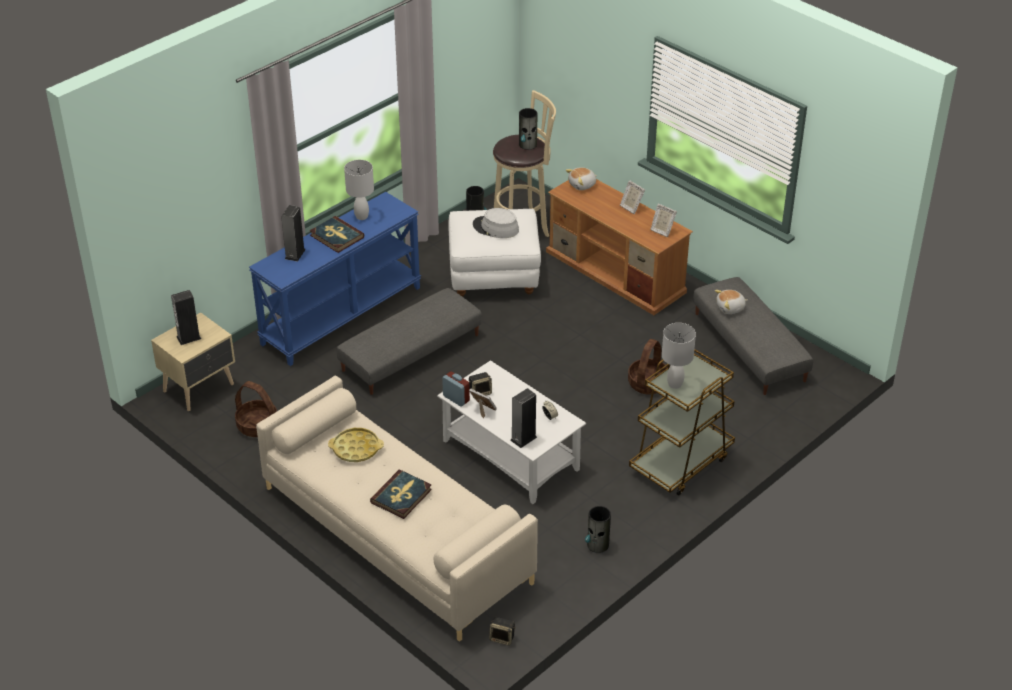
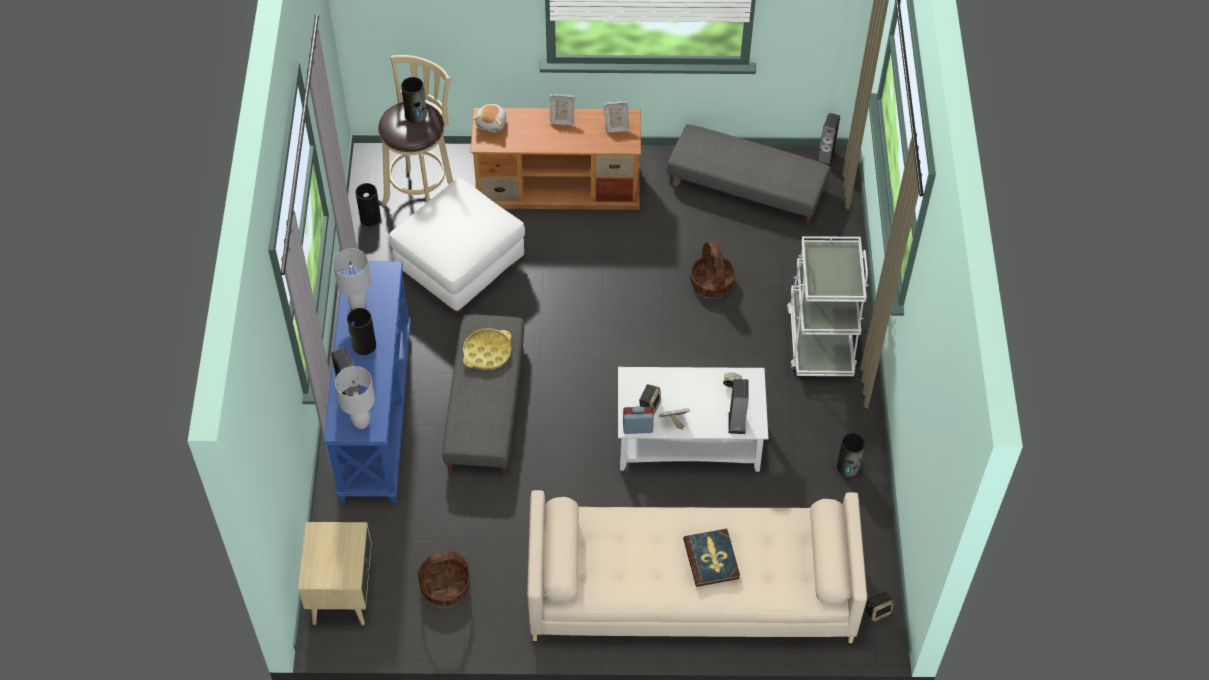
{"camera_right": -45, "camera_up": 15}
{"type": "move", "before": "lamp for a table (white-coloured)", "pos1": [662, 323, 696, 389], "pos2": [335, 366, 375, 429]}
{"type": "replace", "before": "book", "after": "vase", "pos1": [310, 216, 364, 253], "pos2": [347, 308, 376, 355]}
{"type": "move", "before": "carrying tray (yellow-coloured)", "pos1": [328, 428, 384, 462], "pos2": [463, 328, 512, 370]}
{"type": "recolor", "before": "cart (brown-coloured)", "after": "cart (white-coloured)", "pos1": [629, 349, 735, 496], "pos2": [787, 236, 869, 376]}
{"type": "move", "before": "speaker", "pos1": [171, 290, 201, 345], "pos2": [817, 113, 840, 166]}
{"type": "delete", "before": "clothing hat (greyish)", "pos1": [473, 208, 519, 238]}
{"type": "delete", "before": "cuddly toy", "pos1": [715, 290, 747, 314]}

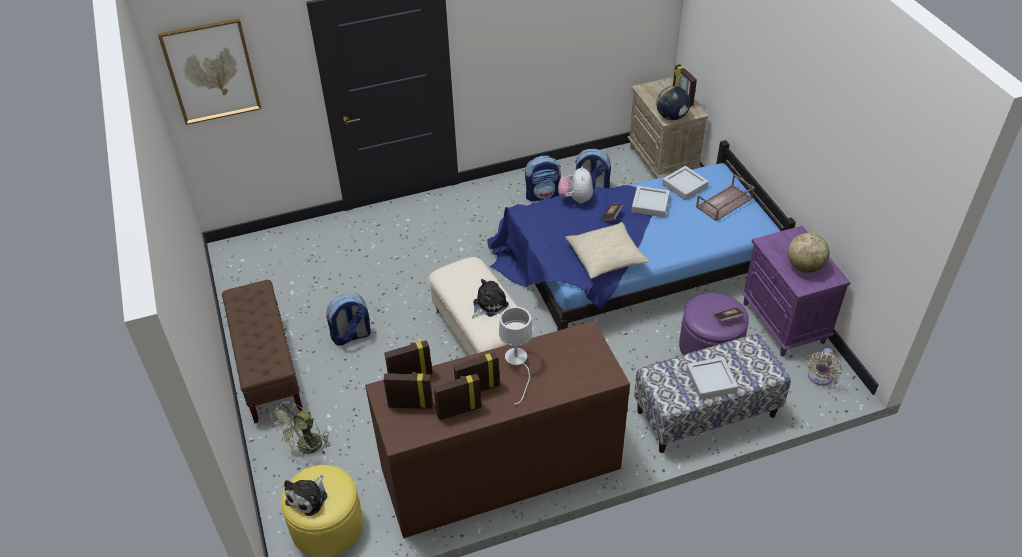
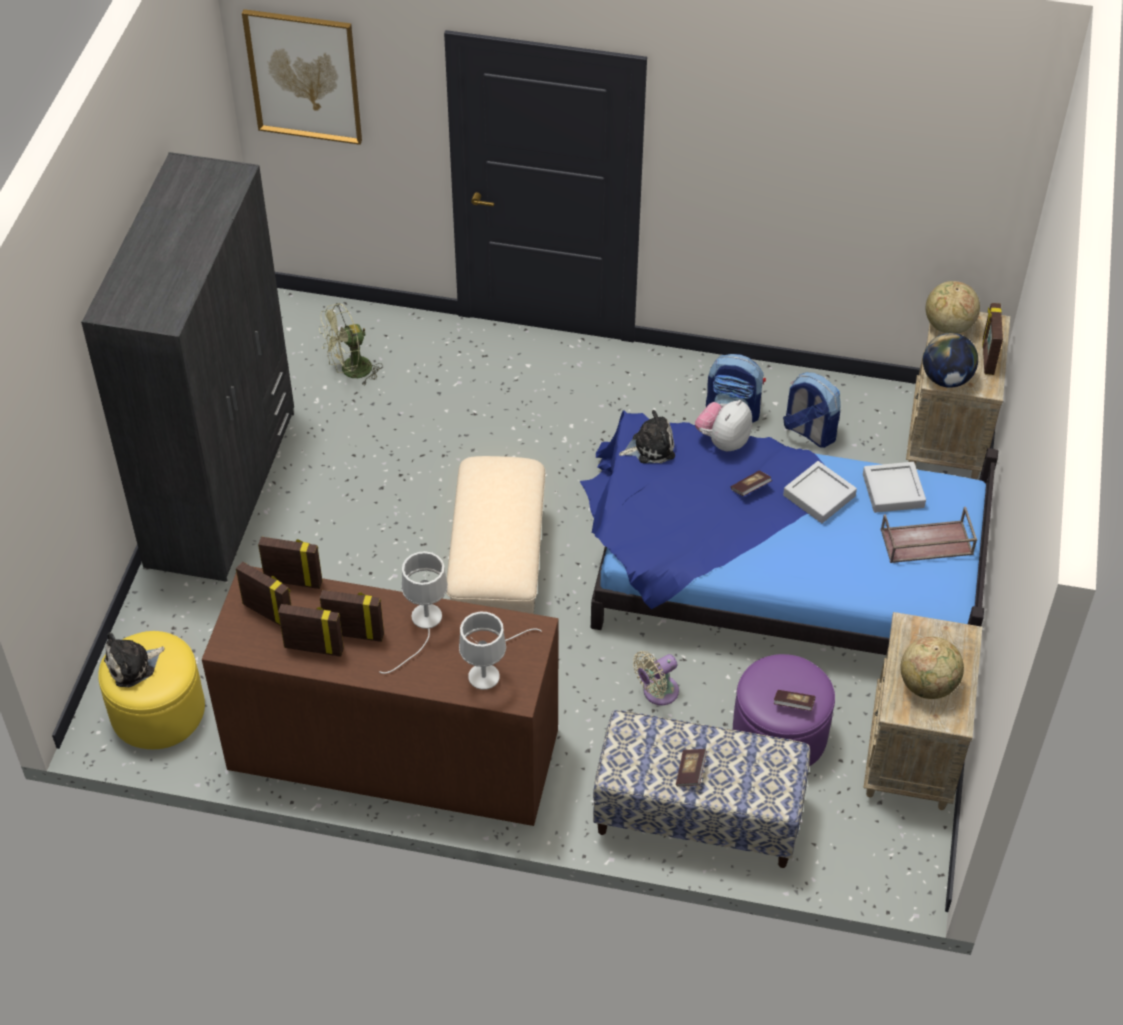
{"camera_right": 30, "camera_up": 5}
{"type": "replace", "before": "long seat (brown-coloured)", "after": "armoire (greyish)", "pos1": [222, 280, 303, 423], "pos2": [81, 152, 294, 582]}
{"type": "move", "before": "fan (green)", "pos1": [270, 402, 330, 455], "pos2": [319, 303, 383, 386]}
{"type": "insert", "after": "lamp for a table (white-coloured)", "pos2": [459, 612, 542, 690]}
{"type": "move", "before": "cuddly toy", "pos1": [472, 279, 509, 319], "pos2": [619, 410, 675, 463]}
{"type": "move", "before": "fan (sand-coloured)", "pos1": [807, 348, 841, 386], "pos2": [633, 651, 679, 705]}
{"type": "replace", "before": "carrying tray (greyish)", "after": "book", "pos1": [686, 357, 738, 399], "pos2": [676, 749, 707, 787]}
{"type": "recolor", "before": "nightstand (purple)", "after": "nightstand (sand-coloured)", "pos1": [741, 226, 851, 356], "pos2": [864, 612, 982, 810]}
{"type": "insert", "after": "desk globe", "pos2": [926, 281, 980, 334]}
{"type": "delete", "before": "rucksack", "pos1": [326, 293, 371, 346]}
{"type": "delete", "before": "pillow (sand-coloured)", "pos1": [565, 222, 649, 279]}

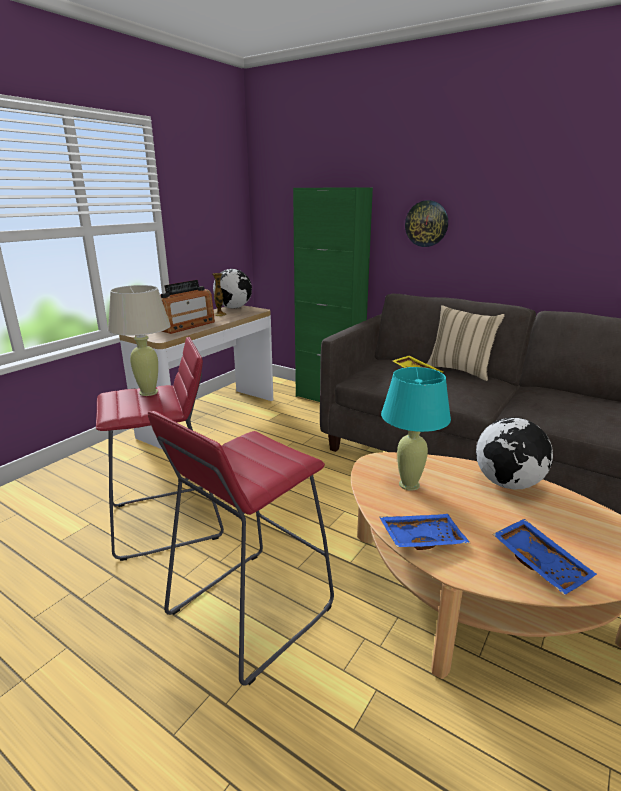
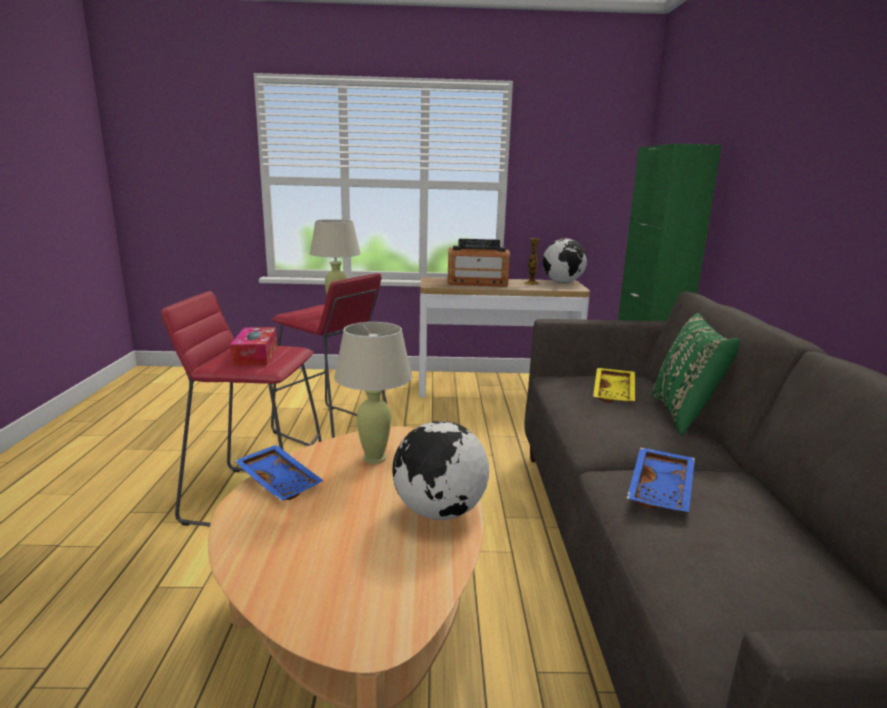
{"camera_right": 55, "camera_up": -5}
{"type": "insert", "after": "tissue holder", "pos2": [230, 327, 277, 366]}
{"type": "recolor", "before": "lamp for a table (blue-green)", "after": "lamp for a table (sand-coloured)", "pos1": [381, 367, 451, 491], "pos2": [334, 322, 412, 464]}
{"type": "move", "before": "carrying tray (blue-coloured)", "pos1": [493, 519, 597, 595], "pos2": [627, 447, 695, 512]}
{"type": "recolor", "before": "pillow (sand-coloured)", "after": "pillow (green)", "pos1": [427, 305, 505, 381], "pos2": [651, 313, 740, 436]}
{"type": "delete", "before": "hanging clock", "pos1": [405, 200, 448, 247]}

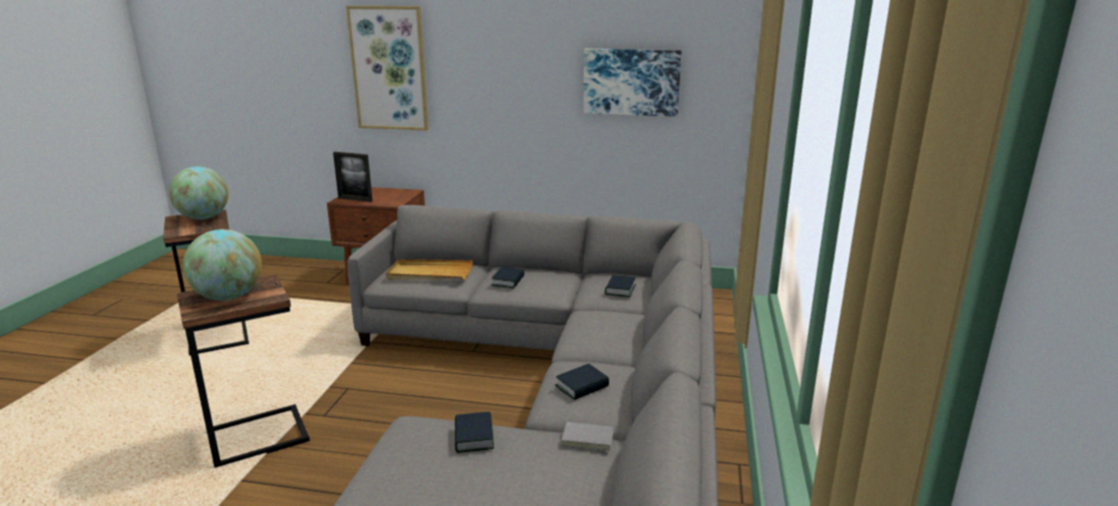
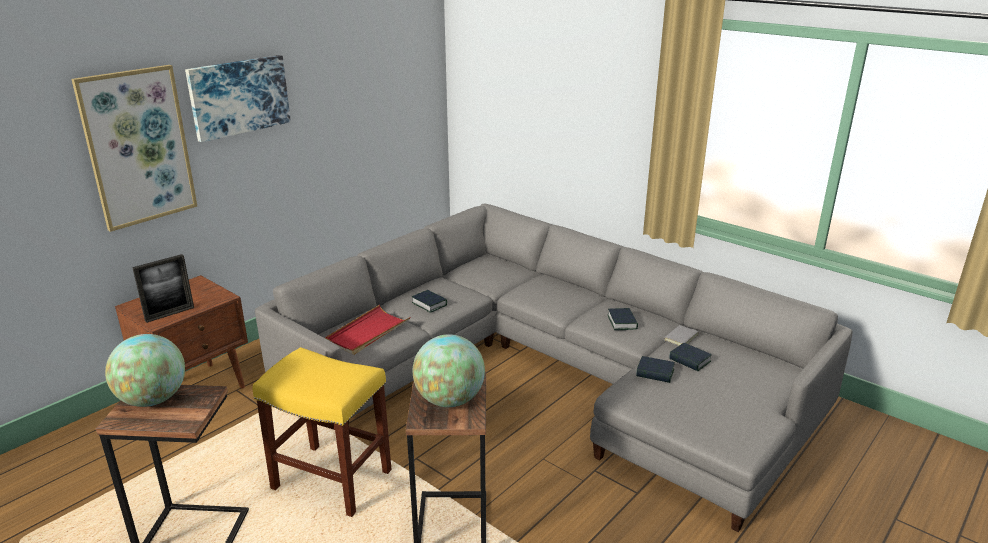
{"camera_right": -60, "camera_up": 5}
{"type": "move", "before": "picture", "pos1": [583, 49, 682, 117], "pos2": [185, 55, 291, 142]}
{"type": "insert", "after": "stool seat (yellow-coloured)", "pos2": [253, 347, 392, 517]}
{"type": "recolor", "before": "carrying tray (sand-coloured)", "after": "carrying tray (red-coloured)", "pos1": [386, 259, 473, 280], "pos2": [325, 305, 410, 355]}
{"type": "move", "before": "book", "pos1": [605, 275, 636, 297], "pos2": [669, 343, 712, 371]}

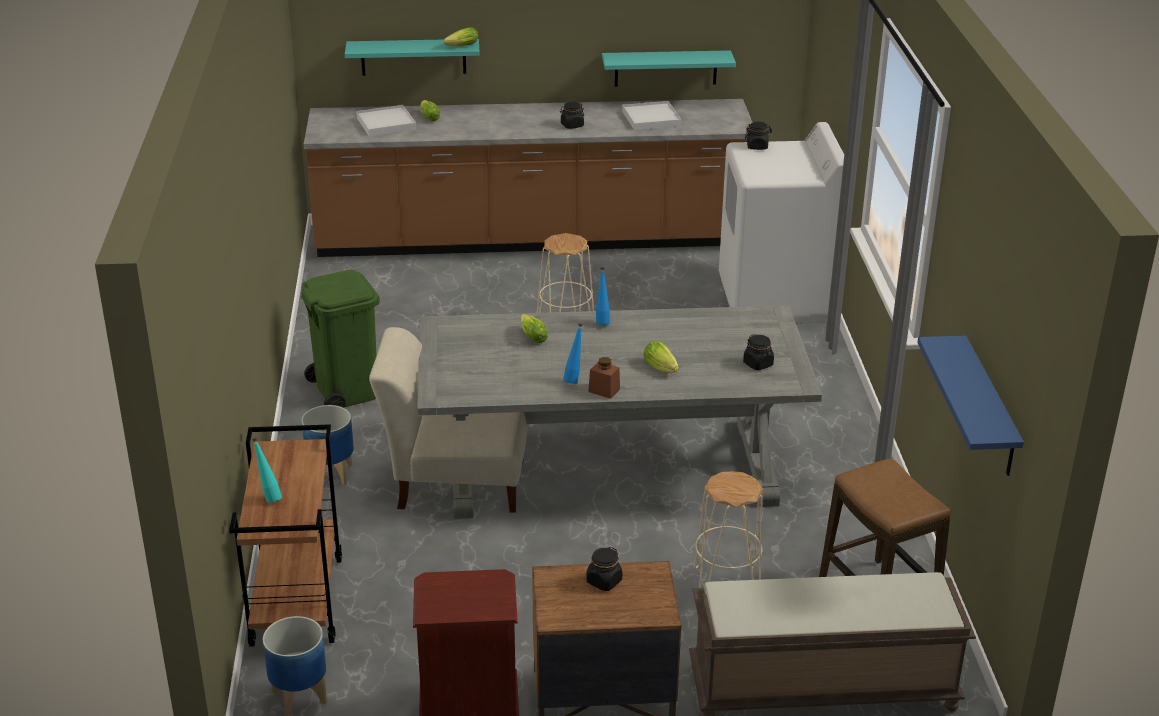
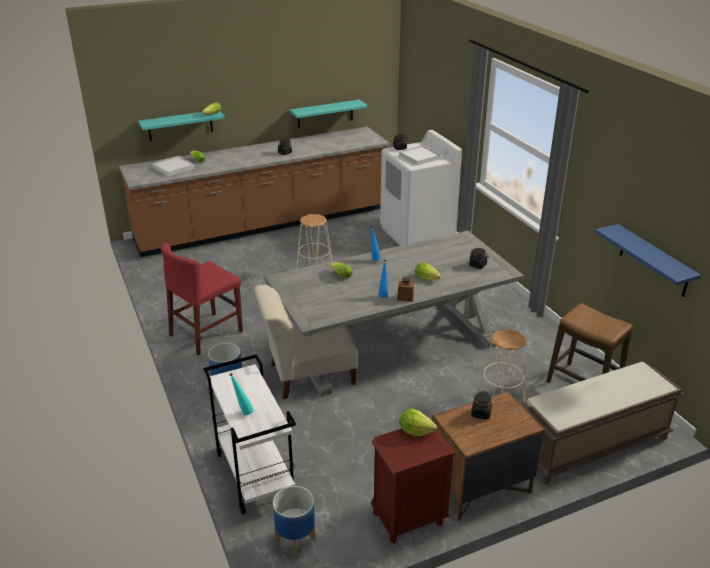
{"camera_right": -20, "camera_up": 0}
{"type": "replace", "before": "trash can (green)", "after": "upright chair (red-coloured)", "pos1": [301, 270, 380, 408], "pos2": [161, 243, 243, 356]}
{"type": "recolor", "before": "cart (brown-coloured)", "after": "cart (white-coloured)", "pos1": [229, 424, 342, 647], "pos2": [203, 354, 296, 515]}
{"type": "move", "before": "carrying tray (white-coloured)", "pos1": [622, 101, 681, 130], "pos2": [399, 145, 441, 165]}
{"type": "insert", "after": "lettuce head", "pos2": [399, 408, 437, 436]}

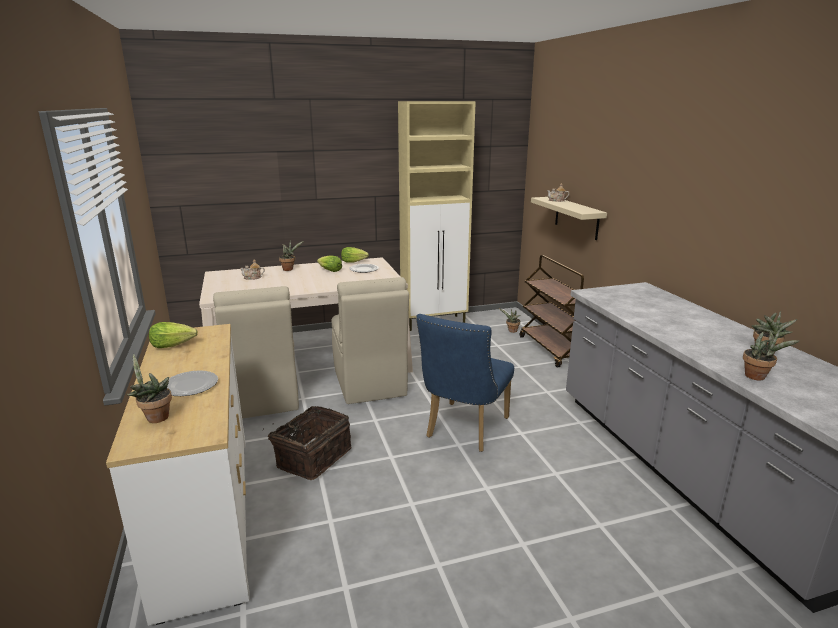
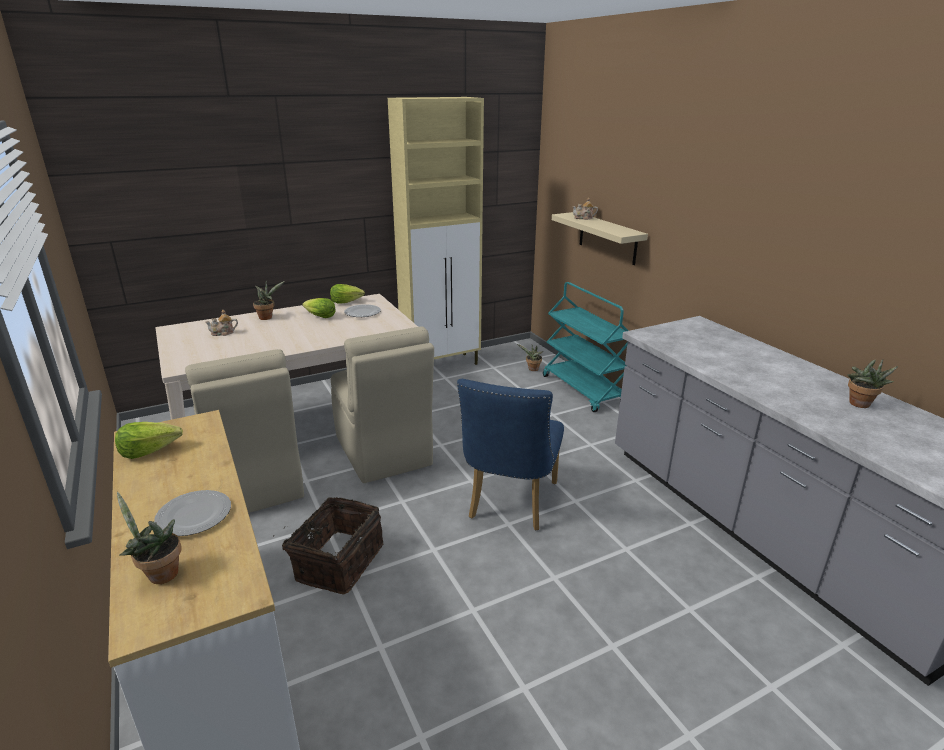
{"camera_right": -10, "camera_up": 5}
{"type": "recolor", "before": "cart (brown-coloured)", "after": "cart (blue-green)", "pos1": [519, 255, 584, 367], "pos2": [543, 282, 629, 412]}
{"type": "delete", "before": "potted plant", "pos1": [743, 329, 799, 381]}

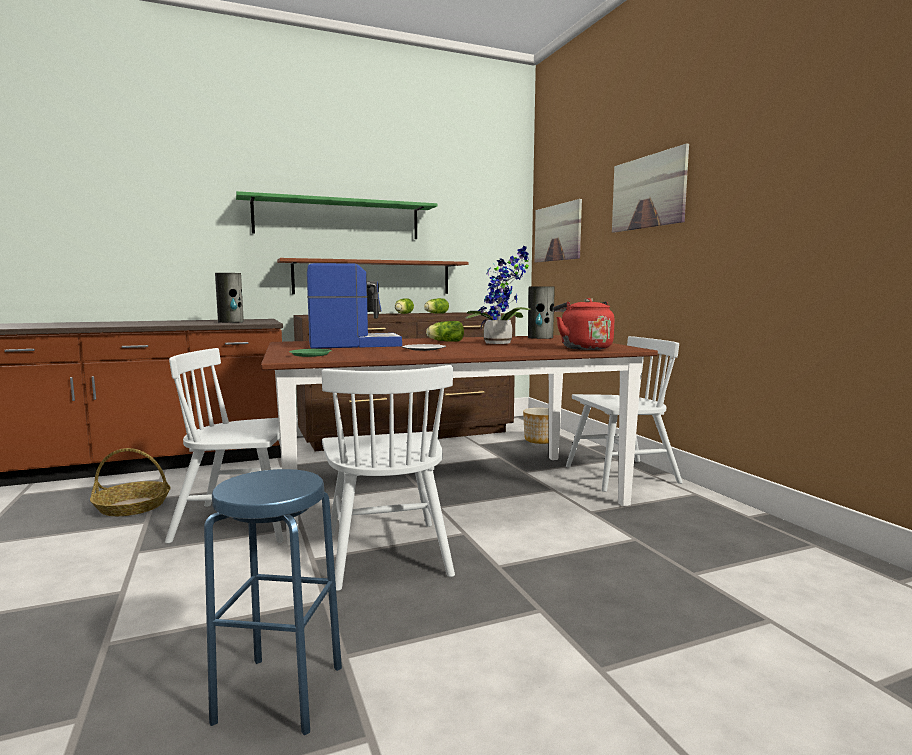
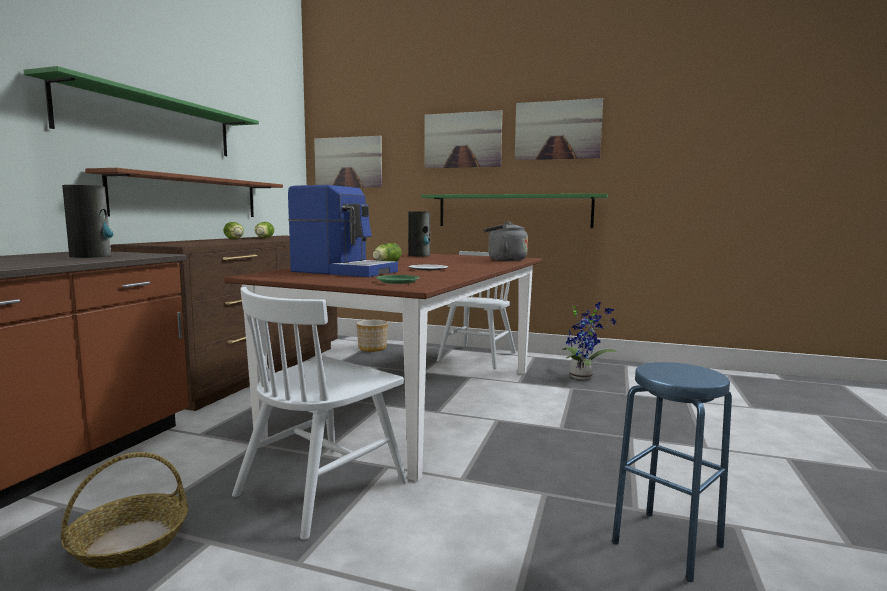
{"camera_right": -50, "camera_up": 0}
{"type": "rotate", "before": "coffee machine", "pos1": [307, 263, 402, 349], "pos2": [288, 185, 398, 277], "turn": 90}
{"type": "insert", "after": "bracket shelf (green)", "pos2": [421, 194, 608, 228]}
{"type": "recolor", "before": "water kettle (red-coloured)", "after": "water kettle (greyish)", "pos1": [553, 298, 614, 350], "pos2": [484, 222, 528, 261]}
{"type": "insert", "after": "picture", "pos2": [515, 98, 603, 160]}
{"type": "move", "before": "potted plant", "pos1": [466, 246, 531, 344], "pos2": [562, 302, 618, 380]}
{"type": "delete", "before": "upright chair (white-coloured)", "pos1": [322, 365, 455, 591]}

